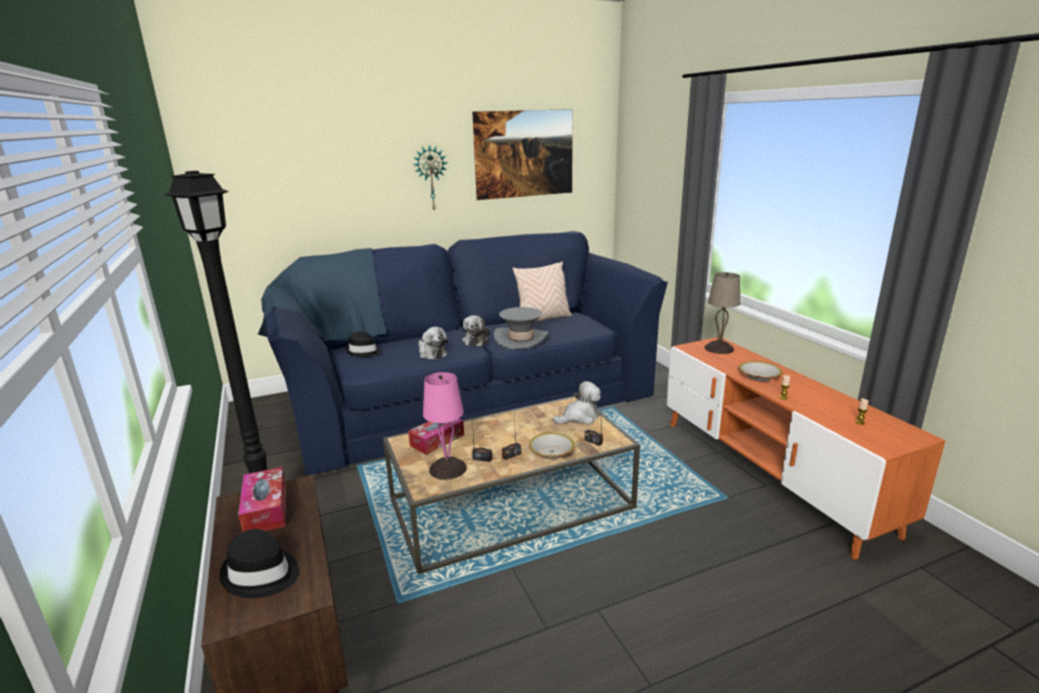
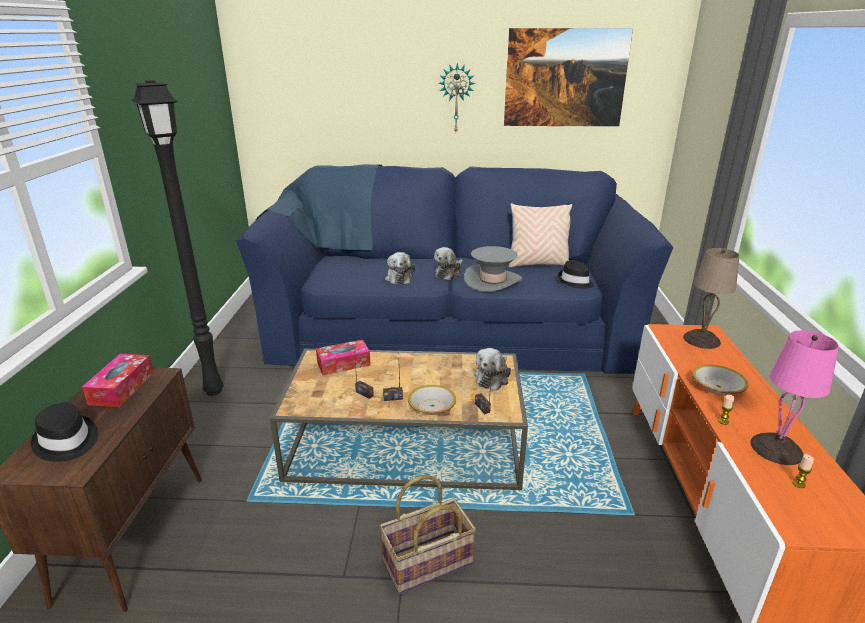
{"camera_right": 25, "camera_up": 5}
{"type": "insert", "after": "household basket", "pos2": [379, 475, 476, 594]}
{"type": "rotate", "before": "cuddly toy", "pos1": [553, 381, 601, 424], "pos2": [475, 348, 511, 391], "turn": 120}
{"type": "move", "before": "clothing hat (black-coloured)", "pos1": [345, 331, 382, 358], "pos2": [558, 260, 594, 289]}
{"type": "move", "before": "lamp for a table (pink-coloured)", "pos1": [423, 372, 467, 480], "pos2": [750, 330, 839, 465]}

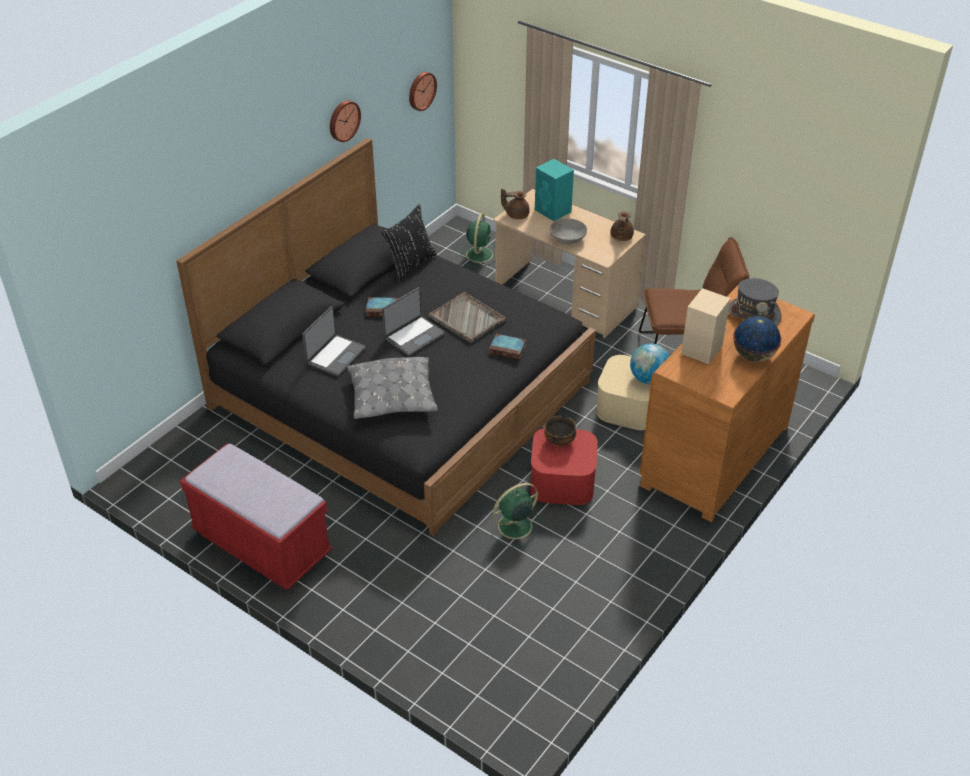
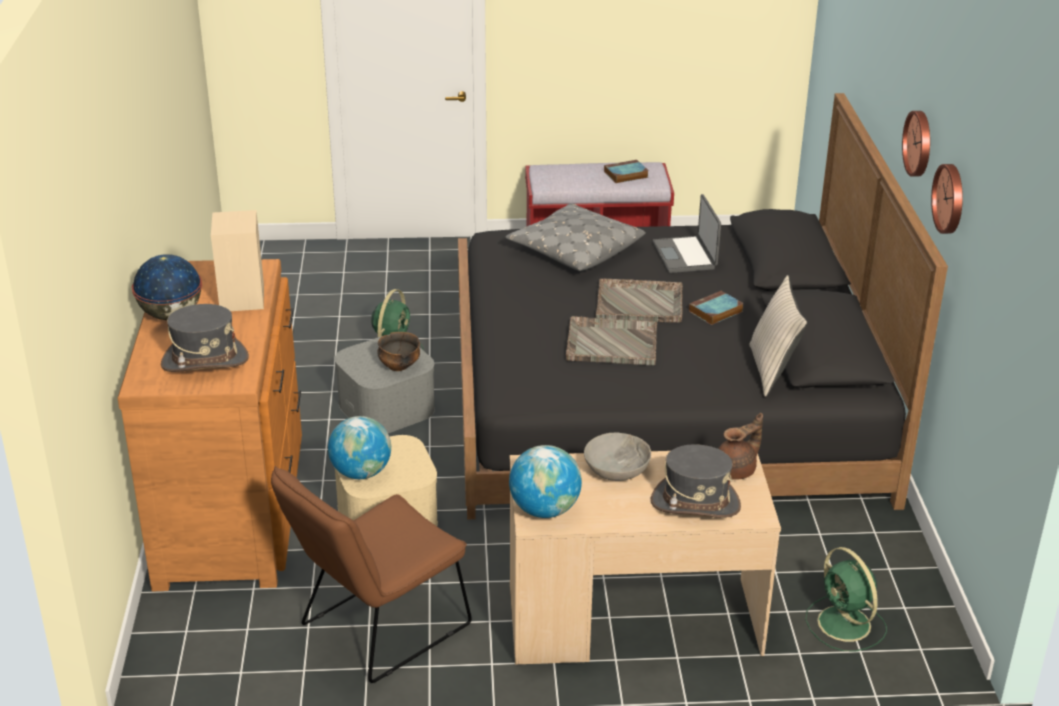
{"camera_right": 140, "camera_up": -10}
{"type": "recolor", "before": "storage container (red-coloured)", "after": "storage container (greyish)", "pos1": [531, 428, 598, 505], "pos2": [334, 336, 435, 433]}
{"type": "replace", "before": "pot for tea (brown-coloured)", "after": "desk globe", "pos1": [610, 211, 634, 241], "pos2": [509, 445, 582, 518]}
{"type": "replace", "before": "laptop", "after": "carrying tray (greyish)", "pos1": [382, 287, 445, 356], "pos2": [596, 278, 683, 323]}
{"type": "move", "before": "book", "pos1": [489, 334, 526, 360], "pos2": [604, 160, 649, 183]}
{"type": "replace", "before": "speaker (blue-green)", "after": "clothing hat (greyish)", "pos1": [535, 159, 574, 221], "pos2": [651, 444, 741, 518]}
{"type": "recolor", "before": "pillow (black-coloured)", "after": "pillow (sand-coloured)", "pos1": [381, 204, 437, 282], "pos2": [749, 275, 808, 397]}
{"type": "move", "before": "hanging clock", "pos1": [409, 72, 437, 111], "pos2": [902, 111, 930, 177]}

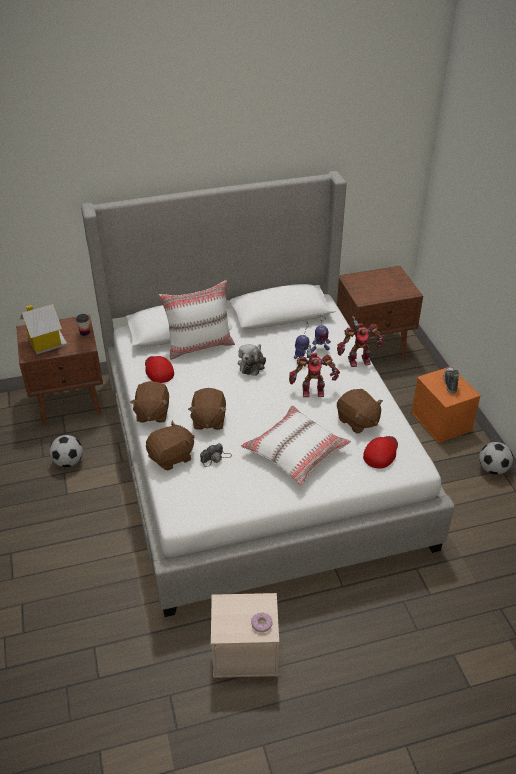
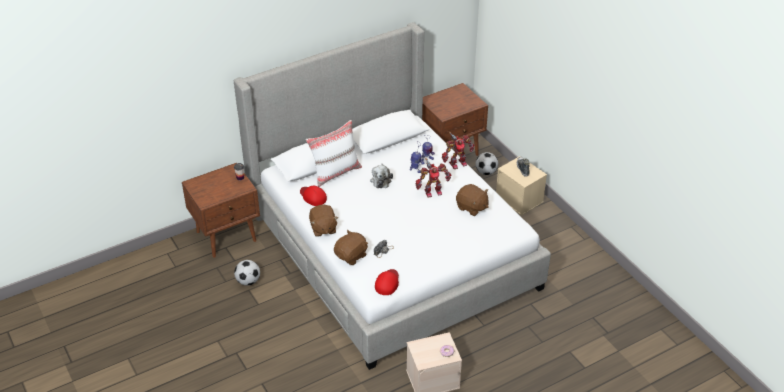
{"camera_right": -15, "camera_up": 0}
{"type": "move", "before": "cap (red-coloured)", "pos1": [363, 436, 398, 469], "pos2": [375, 269, 399, 295]}
{"type": "move", "before": "football", "pos1": [479, 442, 513, 475], "pos2": [476, 152, 498, 175]}
{"type": "recolor", "before": "storage container (orange-coloured)", "after": "storage container (sand-coloured)", "pos1": [411, 366, 481, 443], "pos2": [496, 156, 547, 216]}
{"type": "delete", "before": "model house", "pos1": [20, 304, 67, 354]}
{"type": "delete", "before": "cuddly toy (brown-coloured)", "pos1": [188, 388, 227, 430]}
{"type": "delete", "before": "pillow (white-coloured)", "pos1": [241, 406, 351, 486]}

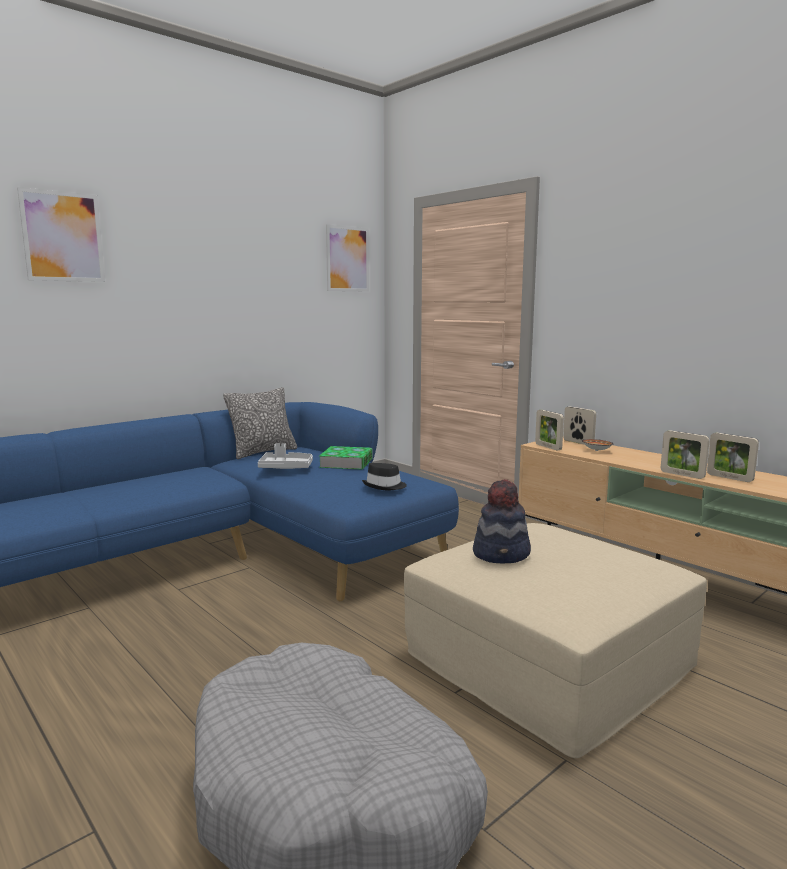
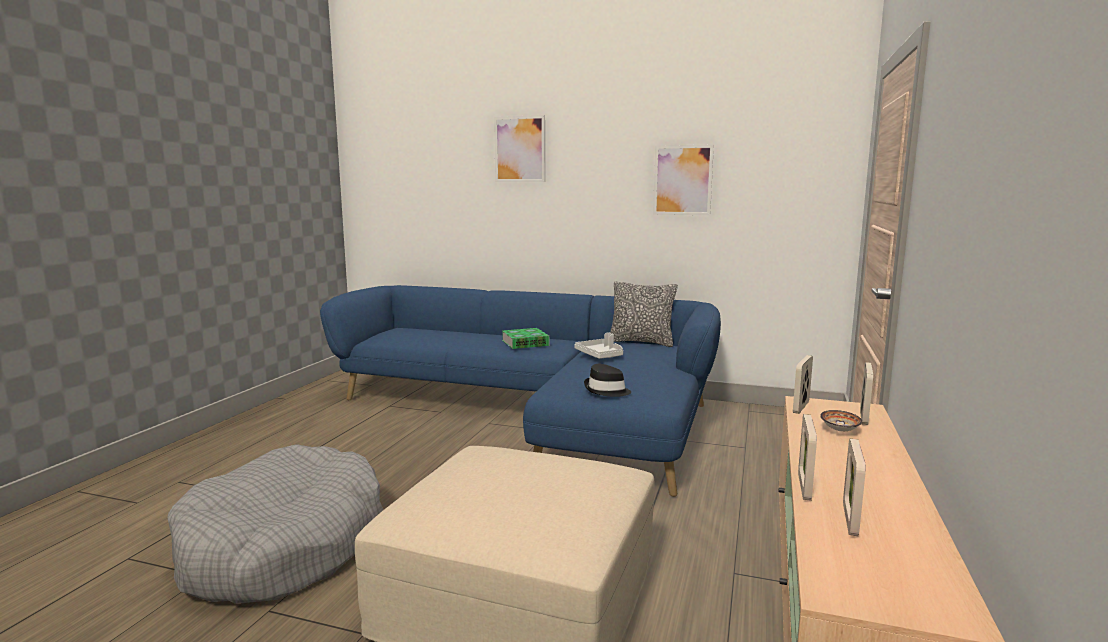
{"camera_right": 60, "camera_up": 0}
{"type": "move", "before": "book", "pos1": [319, 446, 373, 470], "pos2": [502, 328, 549, 349]}
{"type": "move", "before": "picture", "pos1": [326, 224, 369, 292], "pos2": [653, 145, 714, 215]}
{"type": "delete", "before": "clothing hat", "pos1": [473, 479, 531, 564]}

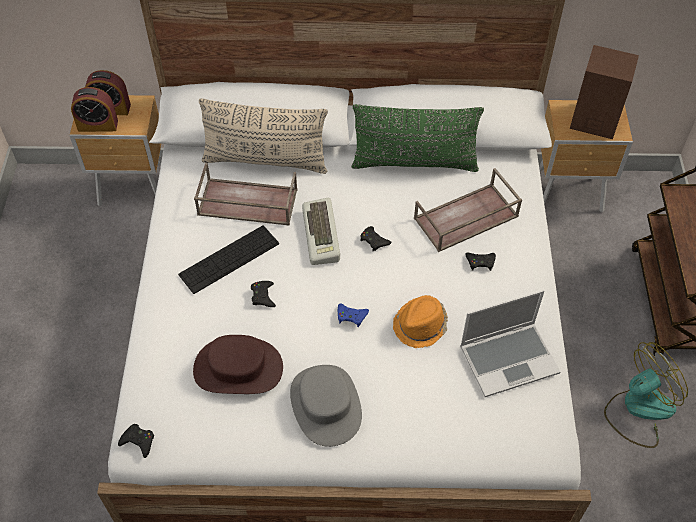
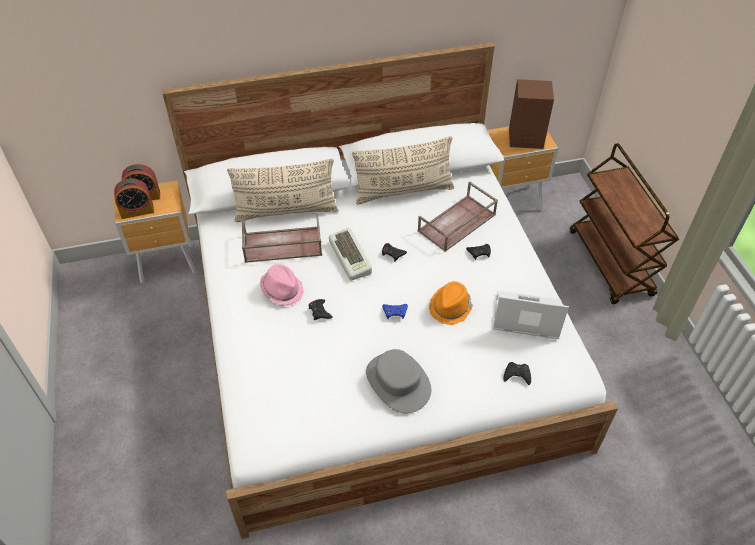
{"camera_right": -15, "camera_up": -5}
{"type": "replace", "before": "PC keyboard", "after": "clothing hat (pink-coloured)", "pos1": [178, 225, 279, 294], "pos2": [260, 264, 304, 306]}
{"type": "recolor", "before": "pillow (green)", "after": "pillow (sand-coloured)", "pos1": [351, 104, 484, 172], "pos2": [352, 137, 454, 204]}
{"type": "rotate", "before": "laptop", "pos1": [460, 290, 560, 397], "pos2": [493, 290, 569, 339], "turn": -135}
{"type": "move", "before": "game controller (black-coloured)", "pos1": [118, 424, 154, 458], "pos2": [503, 362, 531, 385]}
{"type": "delete", "before": "clothing hat (brown-coloured)", "pos1": [193, 335, 283, 394]}
{"type": "delete", "before": "fan", "pos1": [604, 342, 688, 448]}

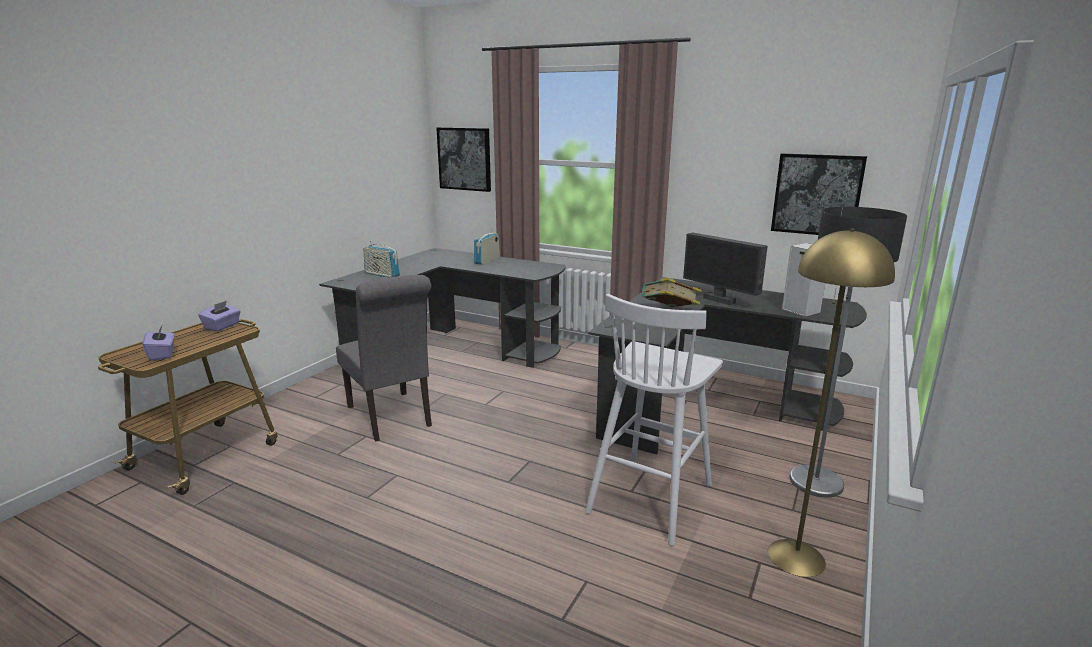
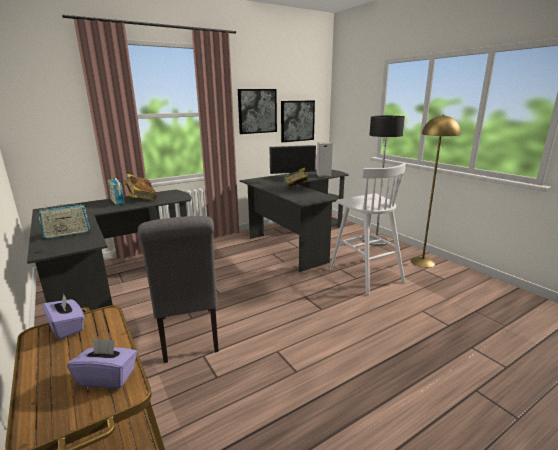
{"camera_right": -60, "camera_up": 0}
{"type": "insert", "after": "book", "pos2": [123, 174, 157, 200]}
{"type": "rotate", "before": "upright chair (greyish)", "pos1": [336, 275, 432, 442], "pos2": [138, 216, 219, 363], "turn": 75}
{"type": "move", "before": "picture", "pos1": [436, 127, 491, 192], "pos2": [238, 89, 277, 134]}

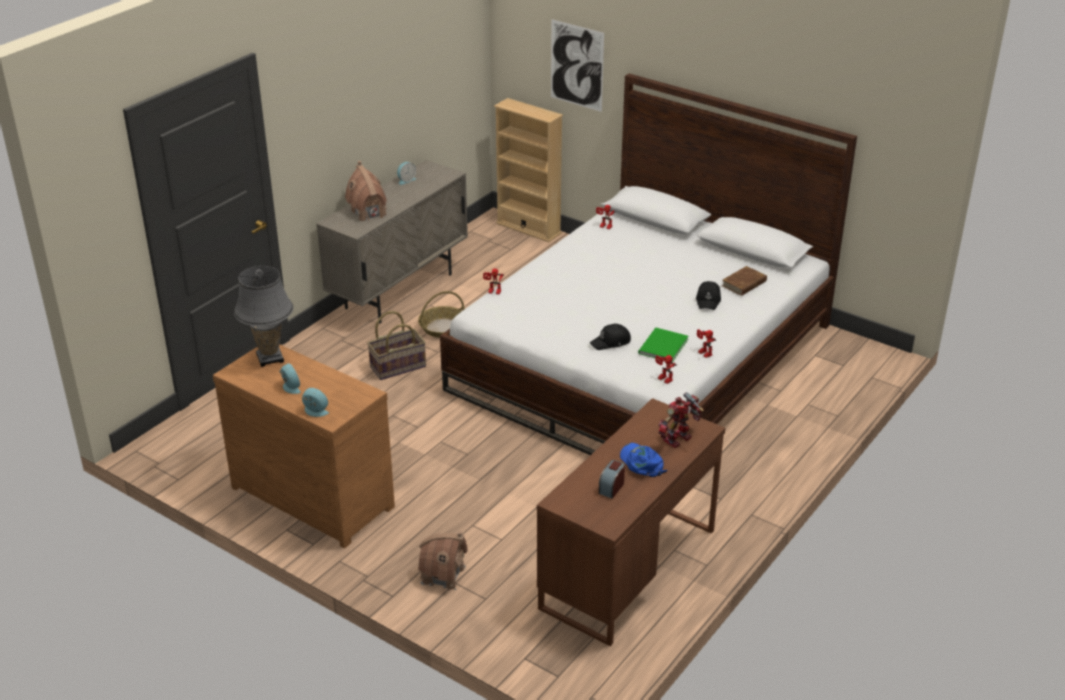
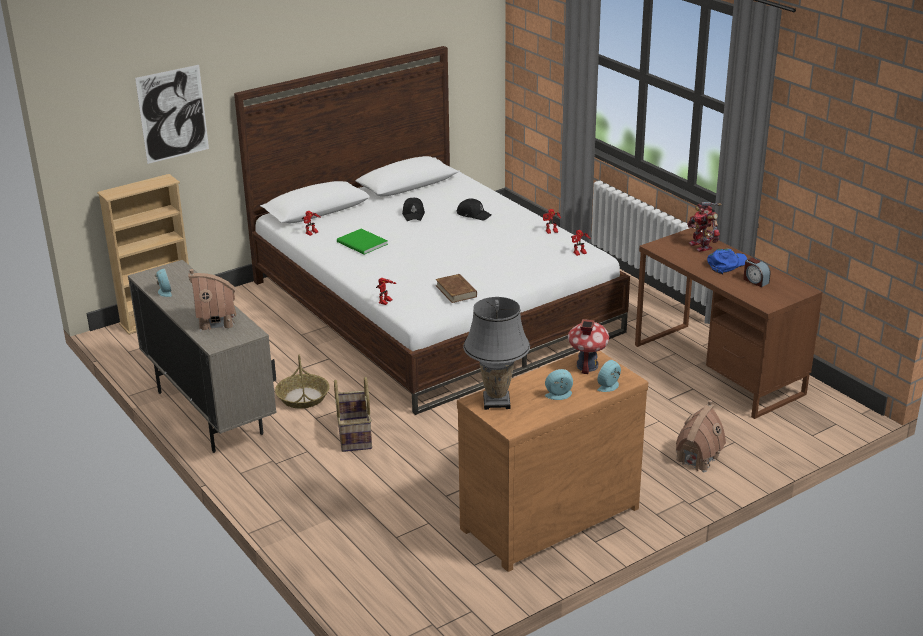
{"camera_right": -70, "camera_up": -5}
{"type": "move", "before": "book (green)", "pos1": [638, 328, 688, 362], "pos2": [337, 229, 388, 255]}
{"type": "move", "before": "cap (black-coloured)", "pos1": [589, 324, 631, 350], "pos2": [402, 198, 425, 221]}
{"type": "move", "before": "book (brown-coloured)", "pos1": [722, 266, 767, 296], "pos2": [435, 274, 477, 303]}
{"type": "insert", "after": "model house", "pos2": [568, 319, 609, 374]}
{"type": "rotate", "before": "cap (blue-coloured)", "pos1": [620, 443, 668, 477], "pos2": [707, 249, 747, 274], "turn": 150}

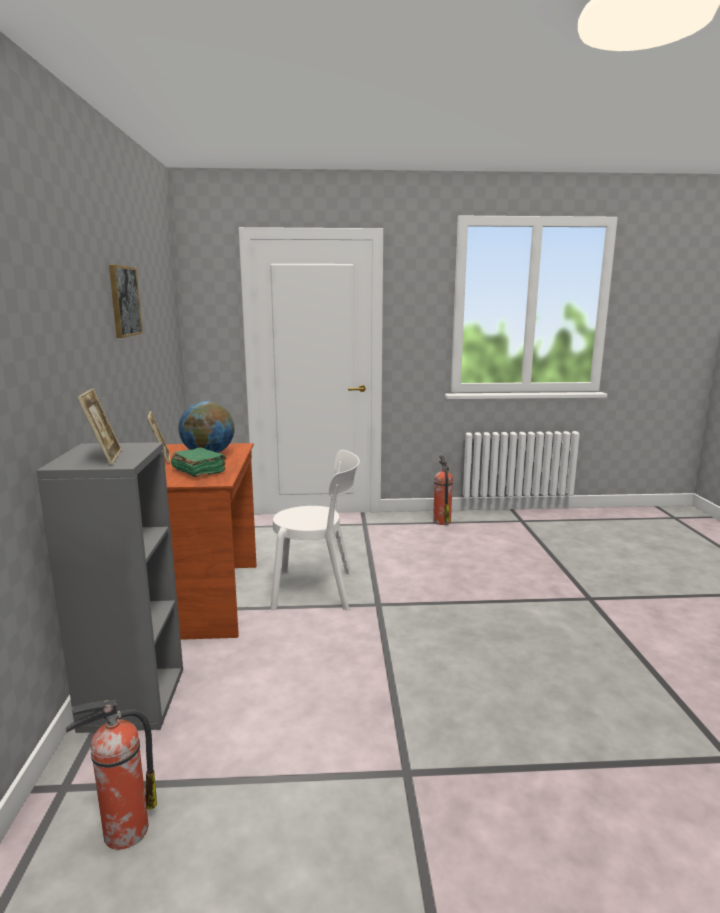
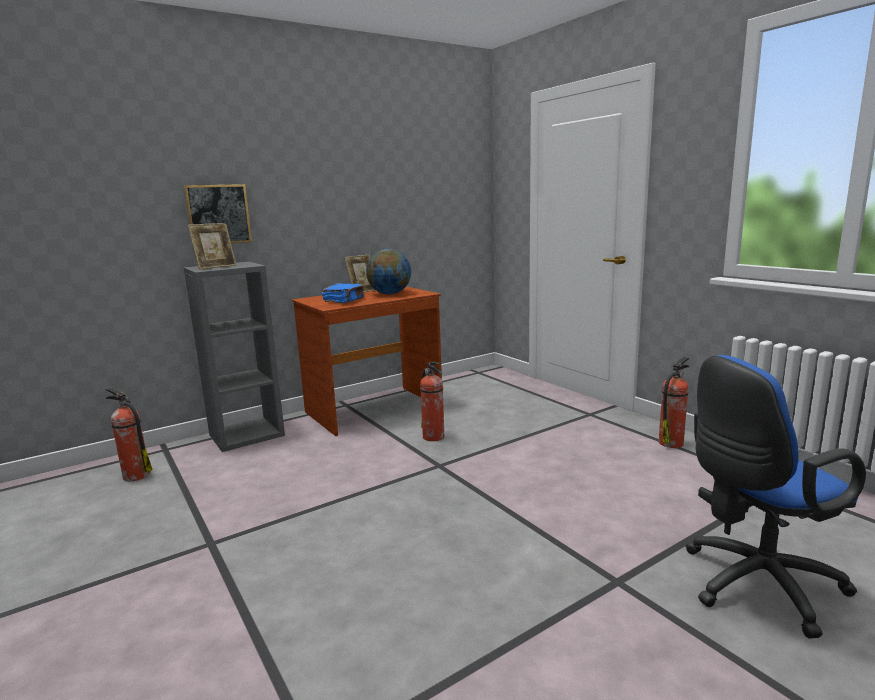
{"camera_right": 60, "camera_up": 0}
{"type": "move", "before": "picture", "pos1": [109, 264, 143, 338], "pos2": [184, 184, 252, 245]}
{"type": "recolor", "before": "book (green)", "after": "book (blue-coloured)", "pos1": [171, 447, 227, 477], "pos2": [322, 283, 364, 303]}
{"type": "replace", "before": "upright chair (white-coloured)", "after": "fire-fighting cylinder", "pos1": [271, 450, 360, 610], "pos2": [420, 362, 444, 441]}
{"type": "insert", "after": "computer chair (blue-coloured)", "pos2": [685, 355, 866, 638]}

